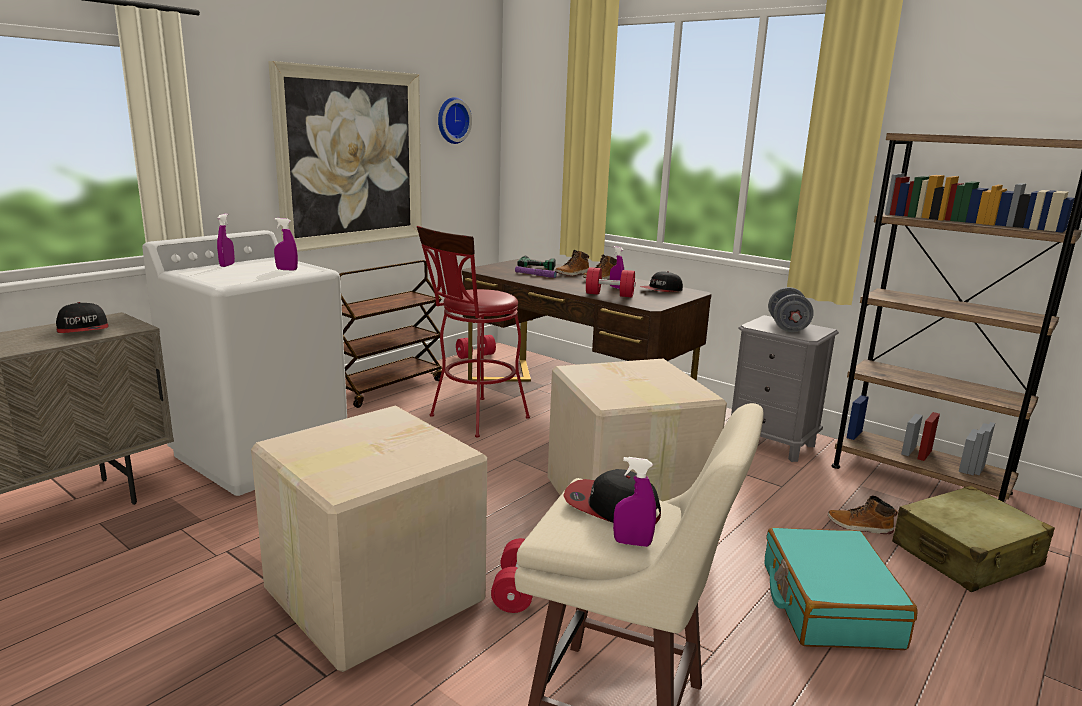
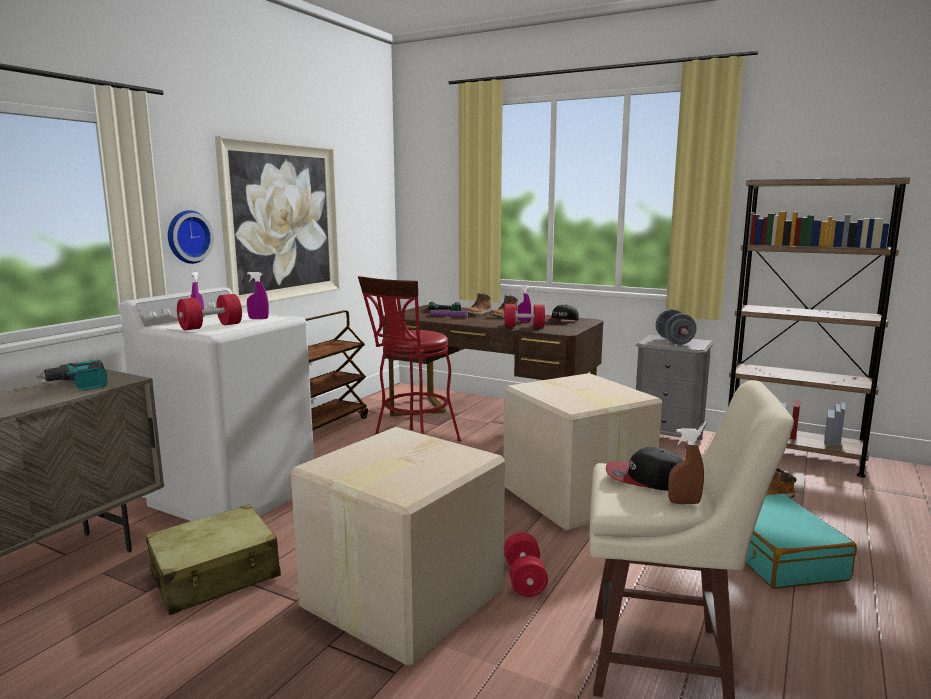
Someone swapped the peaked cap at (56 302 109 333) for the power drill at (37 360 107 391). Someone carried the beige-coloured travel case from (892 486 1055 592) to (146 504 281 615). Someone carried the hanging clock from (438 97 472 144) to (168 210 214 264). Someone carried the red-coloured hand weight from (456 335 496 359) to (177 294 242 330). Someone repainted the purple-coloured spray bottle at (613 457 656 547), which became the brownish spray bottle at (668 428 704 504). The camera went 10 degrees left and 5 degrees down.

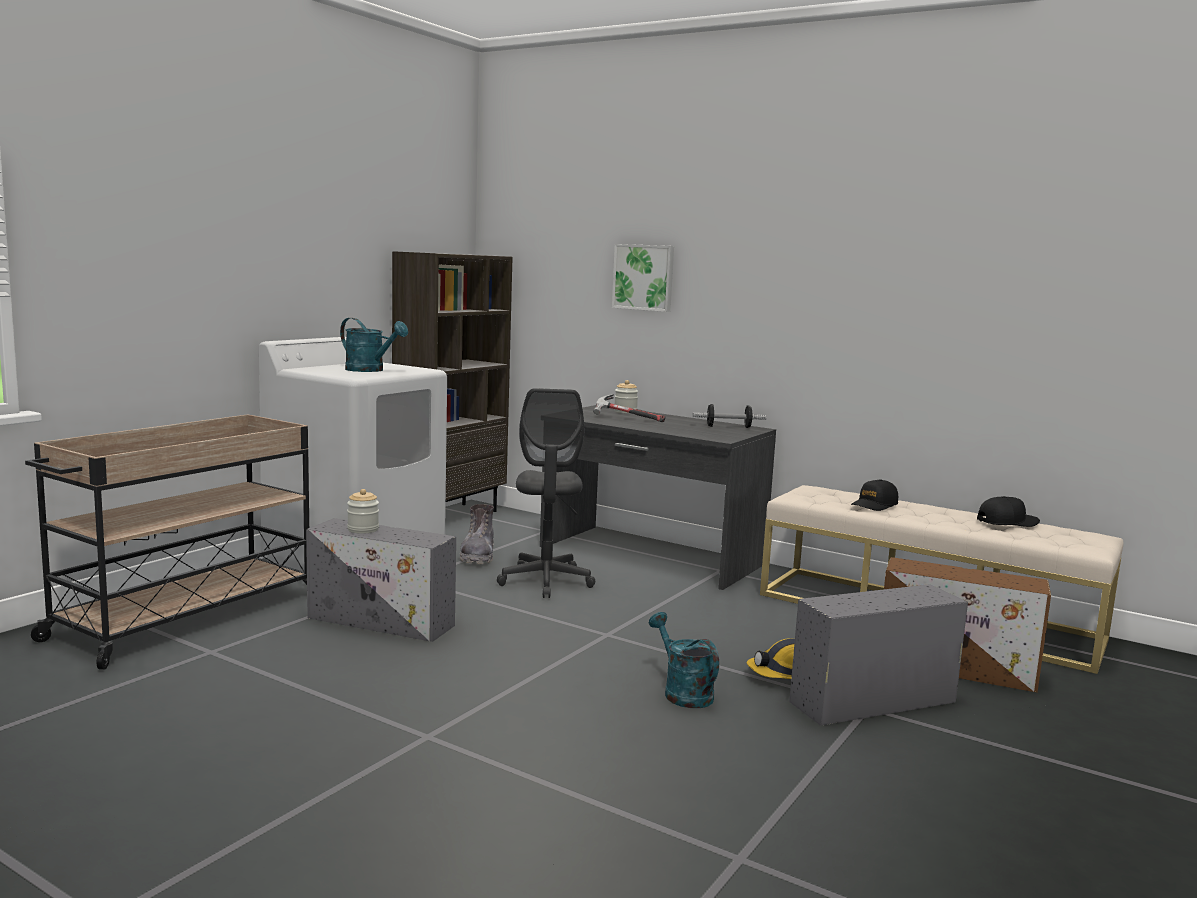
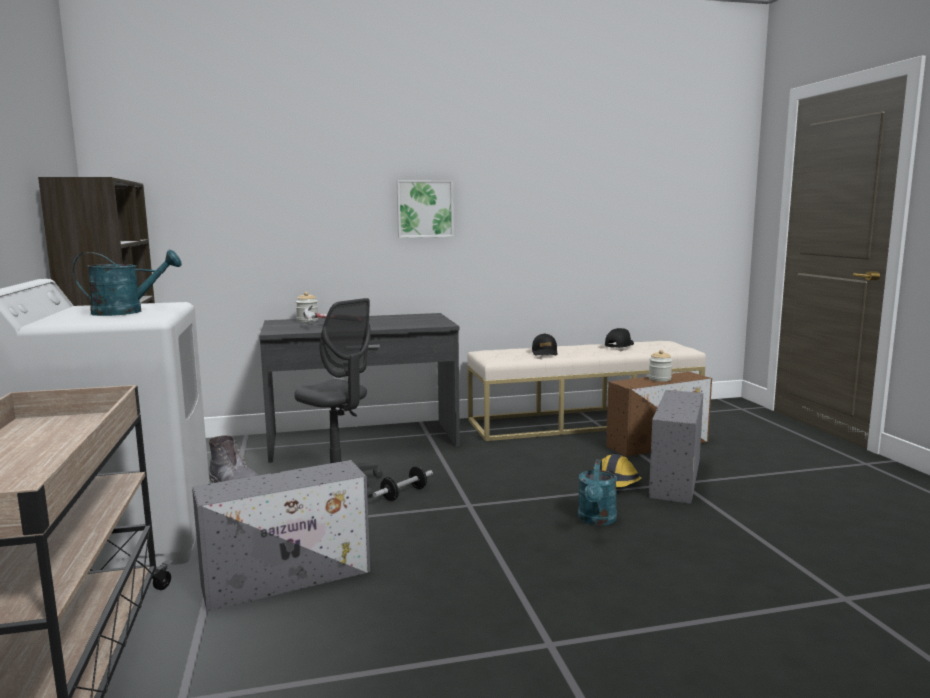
Someone carried the hand weight from (692 404 767 428) to (373 466 433 501). Someone carried the wall art from (612 244 674 312) to (396 180 454 238). Someone rotated the turquoise watering pot at (649 612 719 708) by 90 degrees counterclockwise. Someone carried the storage jar from (347 489 379 534) to (649 350 672 382). The camera went 45 degrees left and 0 degrees up.

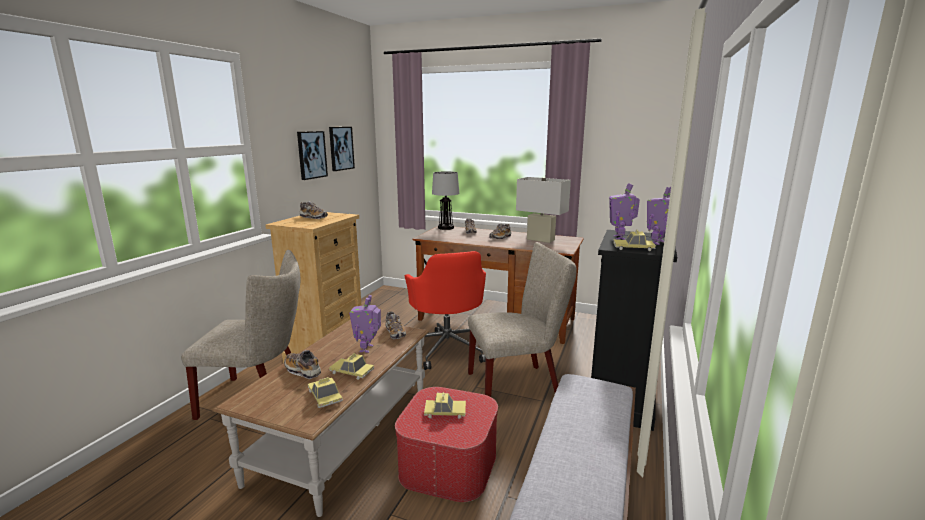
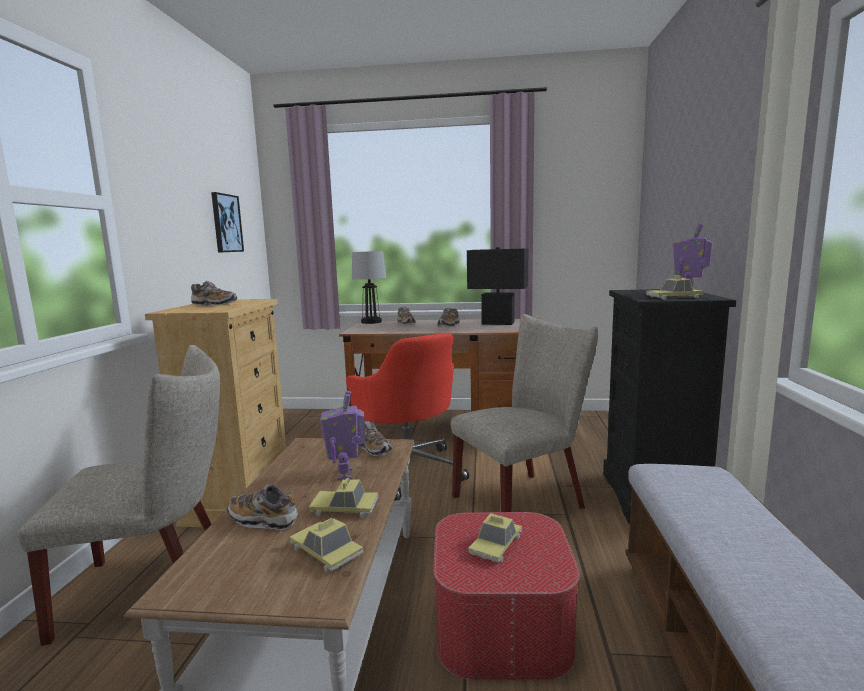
Someone repainted the white tabletop lamp at (516 177 571 243), which became the blackish tabletop lamp at (467 247 528 325). Someone rotated the model car at (424 392 466 419) by 135 degrees clockwise. Someone took away the wall art at (297 131 328 180). Someone took away the toy robot at (609 183 640 240). The camera went 15 degrees left and 5 degrees down.

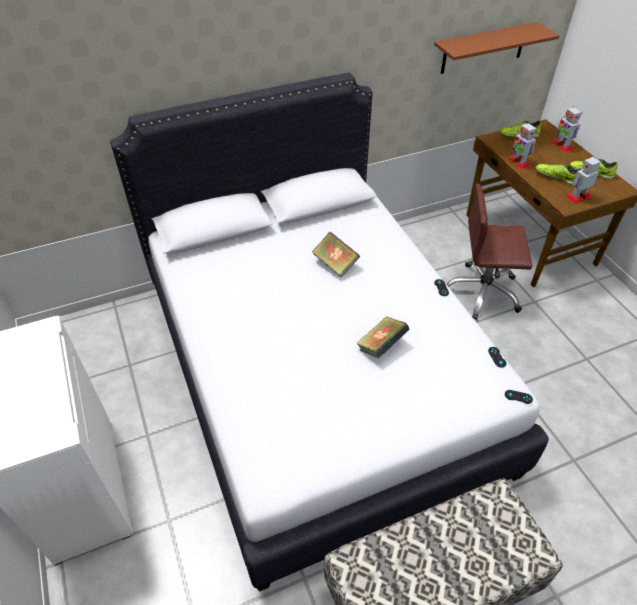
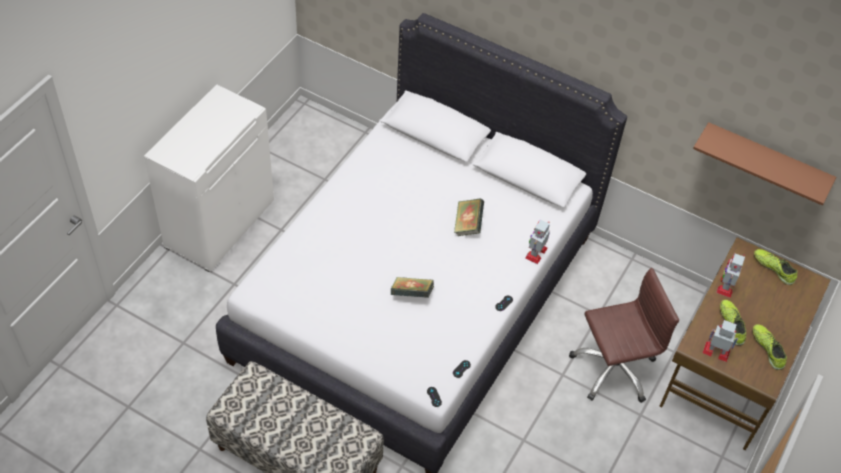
Someone carried the toy robot from (552 106 583 153) to (525 220 550 264). Someone rotated the brownish office chair at (447 183 532 320) by 105 degrees clockwise. The camera went 50 degrees right and 5 degrees up.

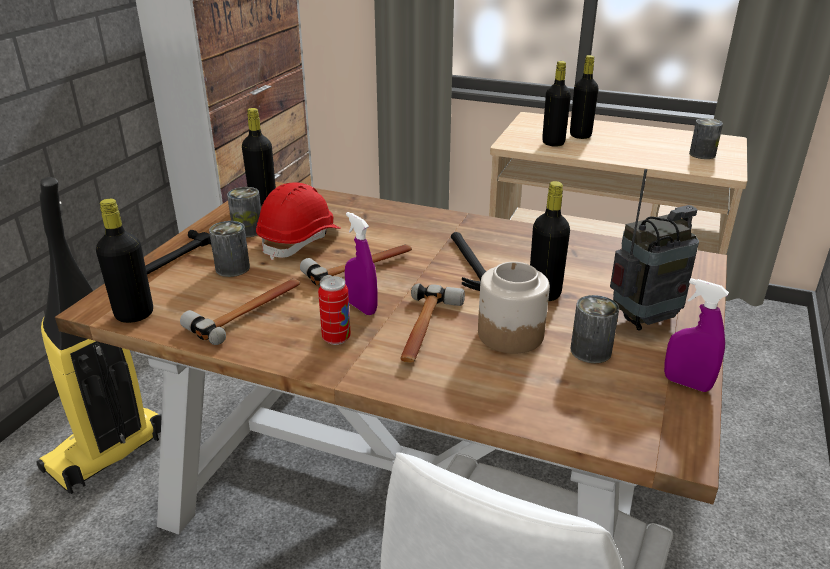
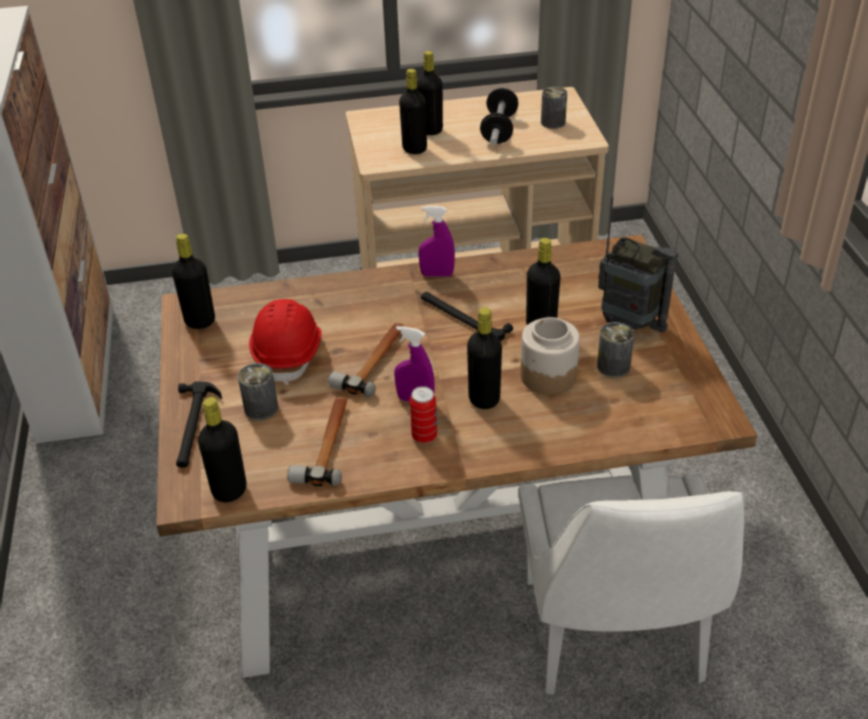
Someone carried the purple-coloured spray bottle from (664 278 729 392) to (418 206 455 277). Someone swapped the tool hammer at (400 284 465 363) for the blackish bottle at (467 307 502 409). Someone put down the hand weight at (480 88 519 145). Someone rotated the radio at (610 169 699 331) by 90 degrees clockwise. Someone took away the vacuum cleaner at (36 177 162 494). Someone took away the metal can at (227 187 261 238). The camera went 30 degrees left and 10 degrees up.

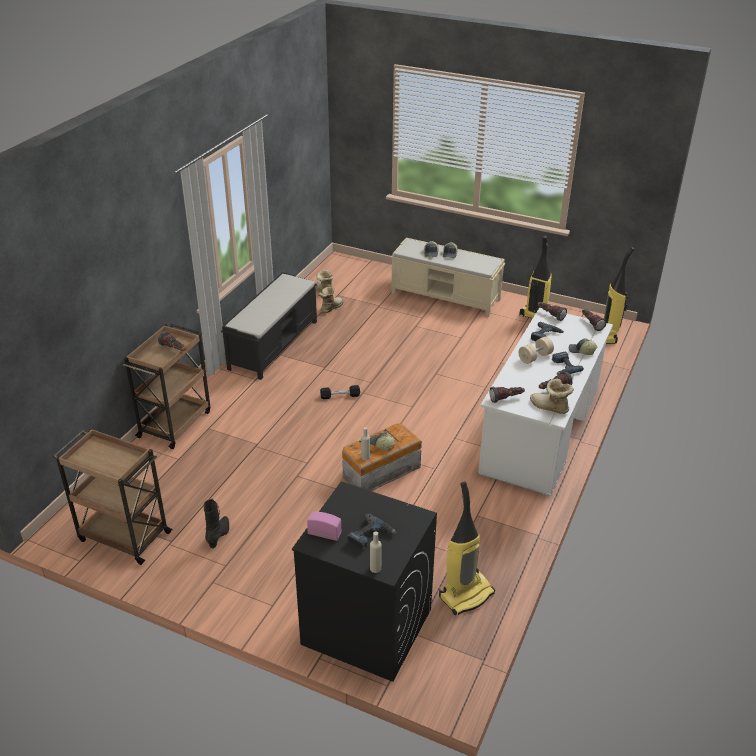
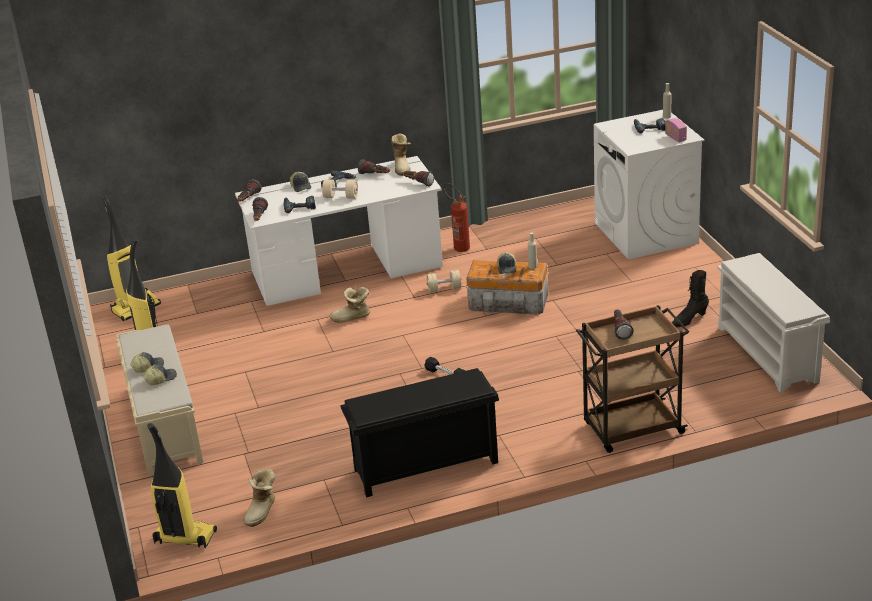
Someone carried the vacuum cleaner from (439 481 495 615) to (147 423 217 548). Someone carried the boot from (318 287 343 313) to (329 287 370 322). Someone swapped the blackish indoor bench at (221 272 317 380) for the blackish shoe stand at (340 368 499 497). Someone put down the beige-coloured hand weight at (427 270 461 292). Someone put down the fire extinguisher at (443 183 470 252). Someone repainted the blackish laundry machine at (292 481 437 682), which became the white laundry machine at (594 110 705 259). Someone swapped the brownish trolley at (53 428 173 565) for the white shoe stand at (717 253 830 393). The camera went 130 degrees left and 5 degrees down.

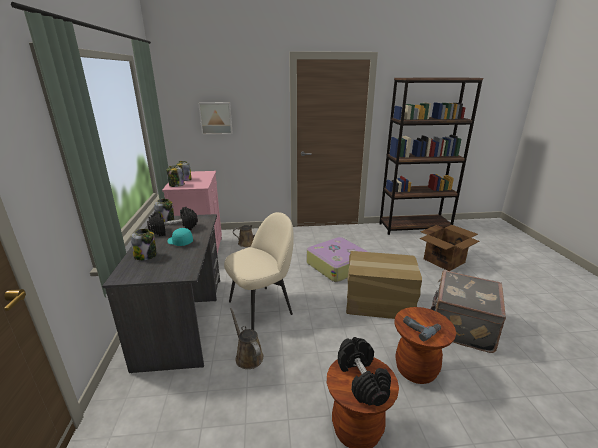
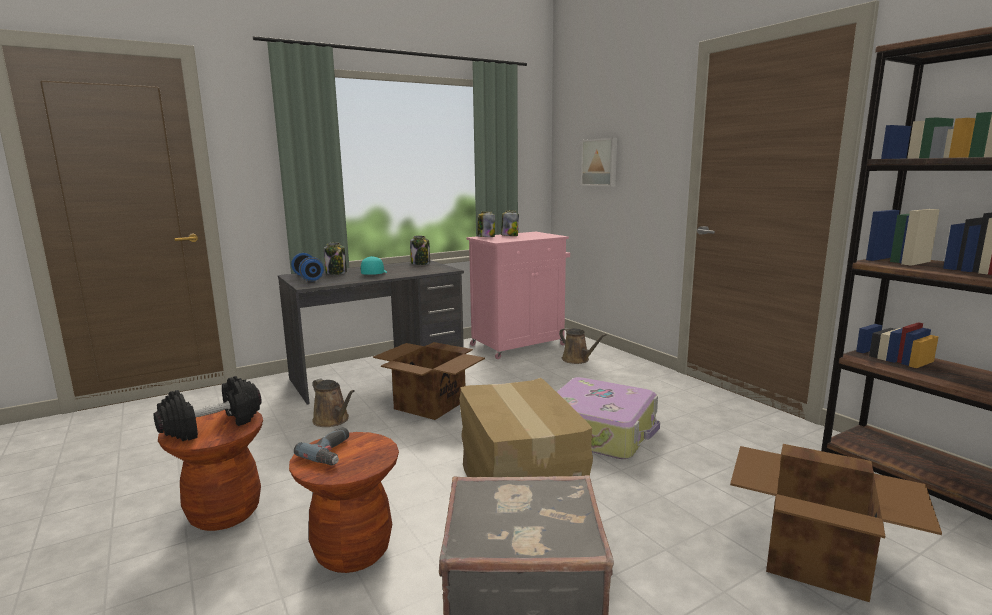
Someone put down the blue-coloured hand weight at (291 253 324 281). Someone rotated the brownish watering pot at (230 308 263 369) by 105 degrees clockwise. Someone swapped the beige-coloured chair at (224 212 294 330) for the cardboard box at (373 342 485 420). Someone took away the blackish hand weight at (147 207 198 236). The camera went 65 degrees right and 10 degrees down.

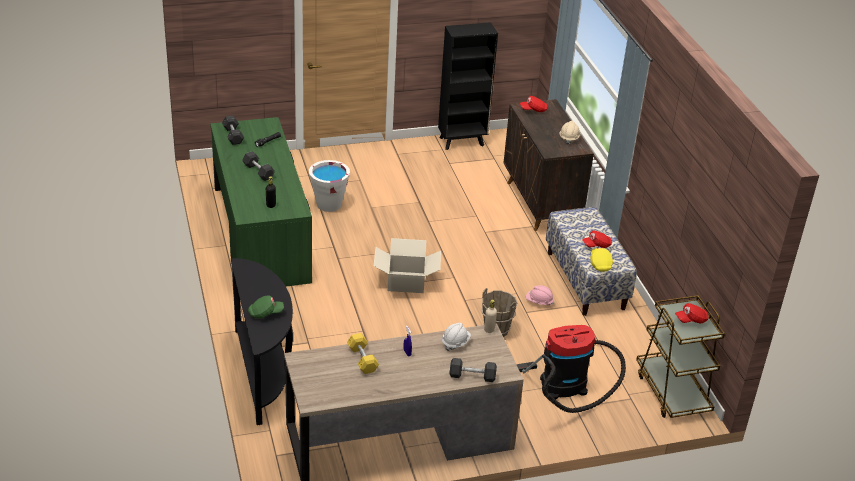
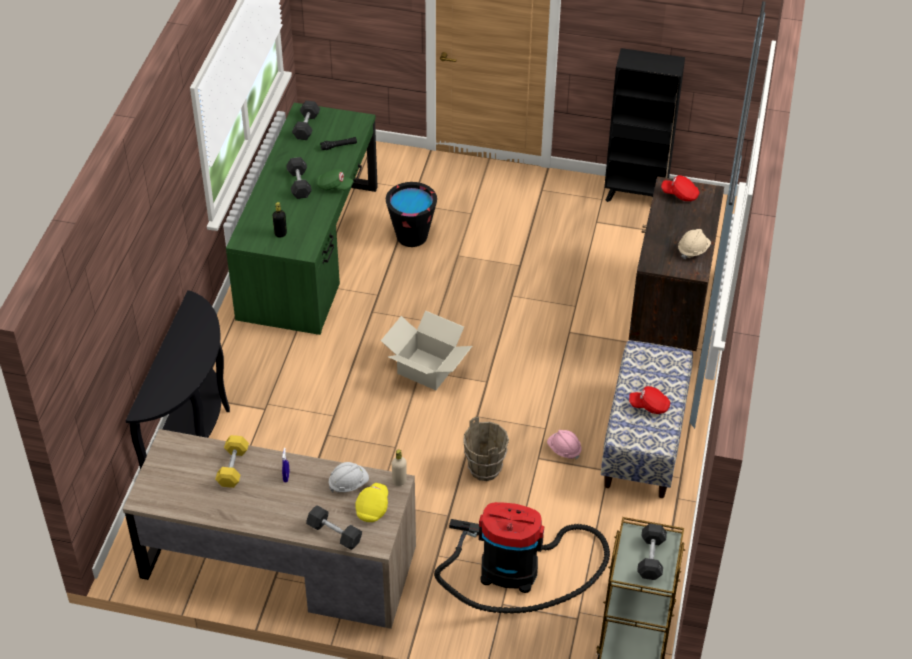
Someone carried the greenish peaked cap from (248 295 284 319) to (316 169 353 190). Someone carried the yellowish peaked cap from (590 248 613 272) to (355 483 388 522). Someone repainted the white pail at (309 160 350 212), which became the blackish pail at (386 182 437 247). Someone swapped the red-coloured peaked cap at (675 303 708 323) for the gray hand weight at (637 524 667 580). The camera went 30 degrees right and 10 degrees up.

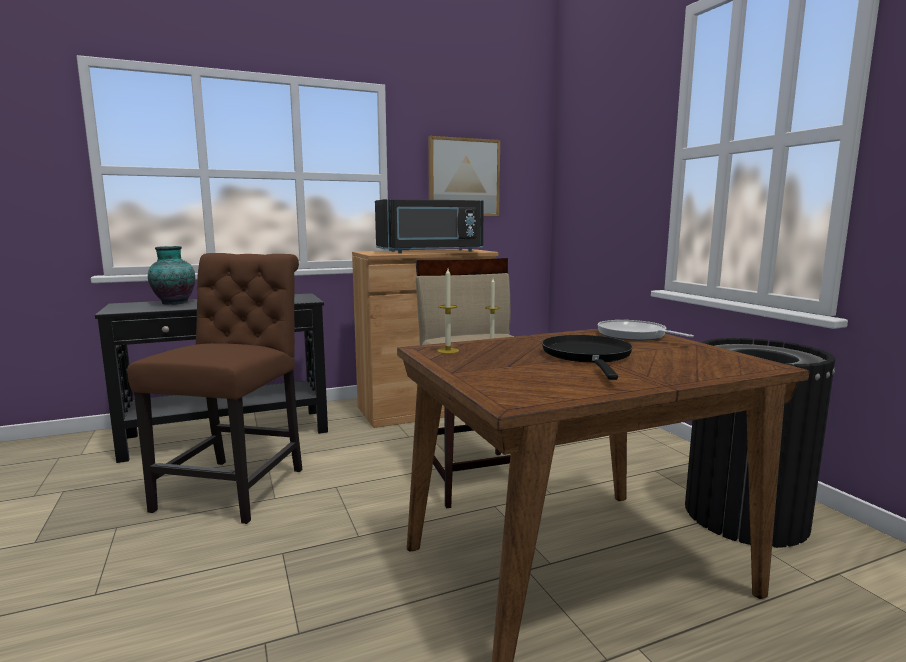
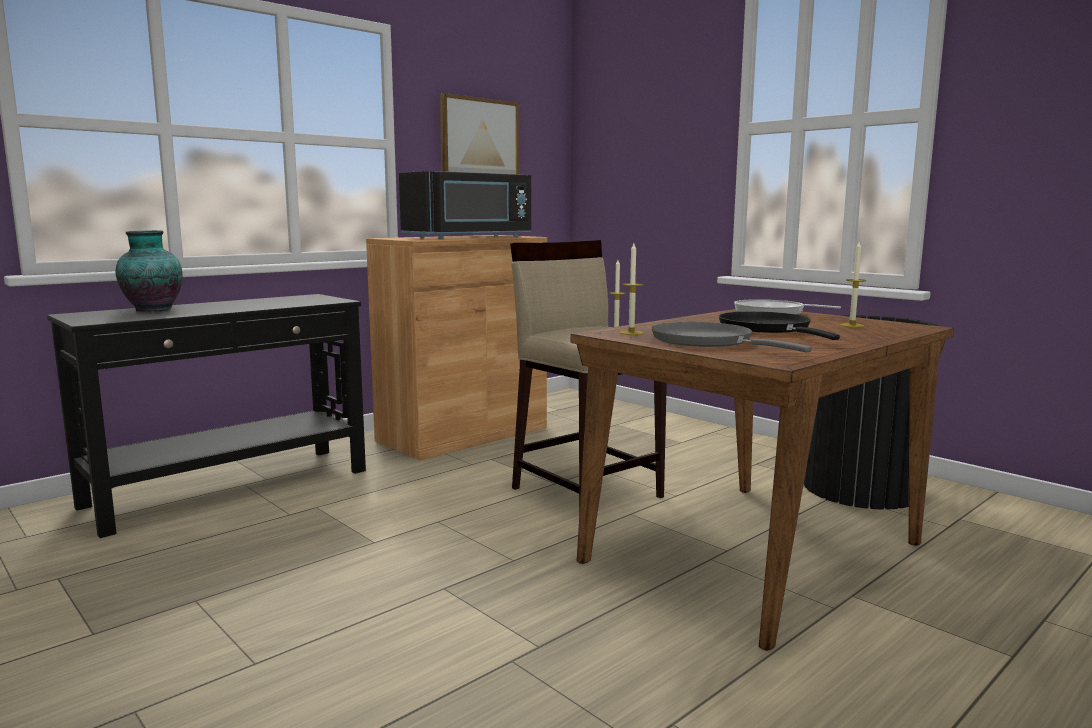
Someone put down the gray pan at (652 322 812 353). Someone put down the wax light at (840 240 866 327). Someone took away the brownish chair at (127 253 302 524). The camera went 20 degrees left and 0 degrees up.

